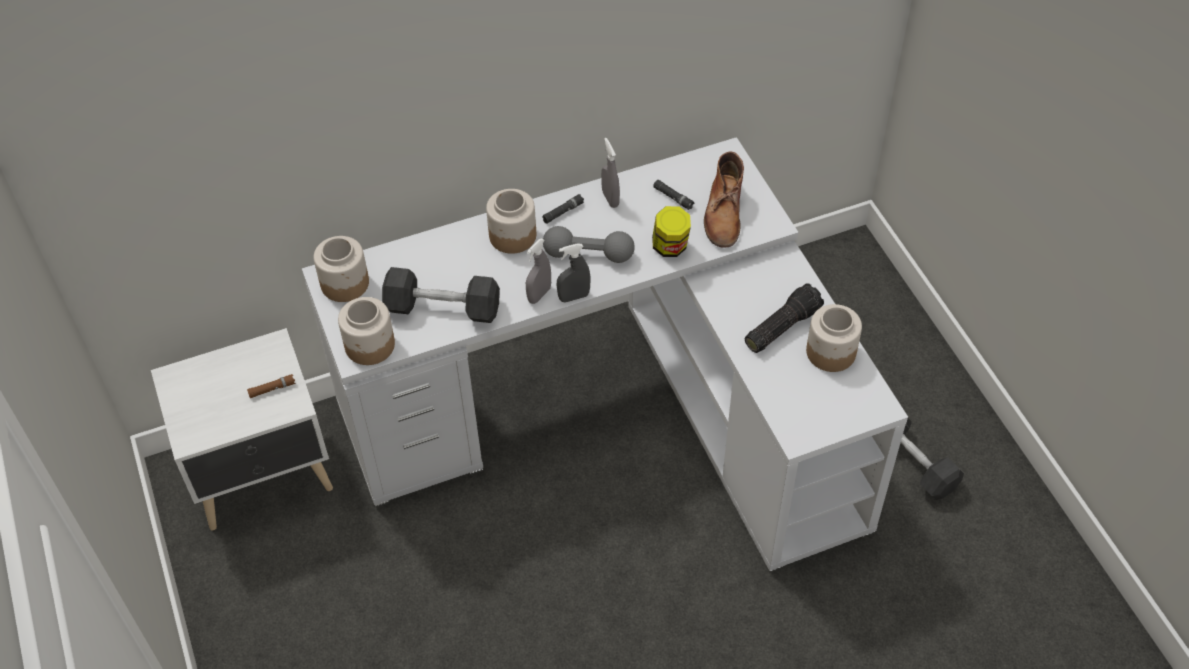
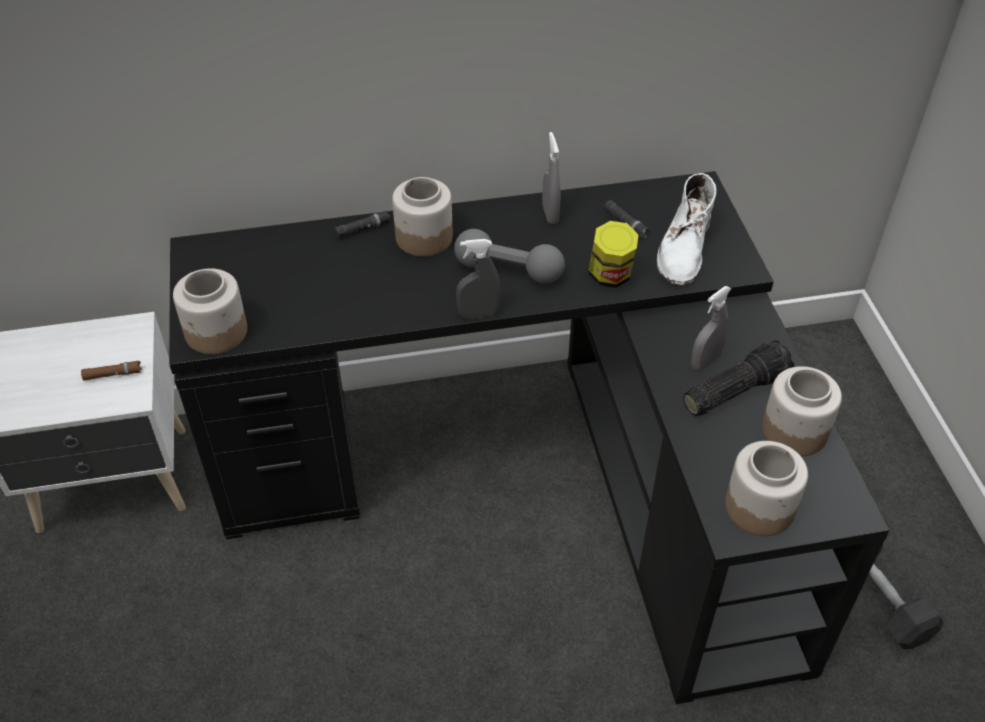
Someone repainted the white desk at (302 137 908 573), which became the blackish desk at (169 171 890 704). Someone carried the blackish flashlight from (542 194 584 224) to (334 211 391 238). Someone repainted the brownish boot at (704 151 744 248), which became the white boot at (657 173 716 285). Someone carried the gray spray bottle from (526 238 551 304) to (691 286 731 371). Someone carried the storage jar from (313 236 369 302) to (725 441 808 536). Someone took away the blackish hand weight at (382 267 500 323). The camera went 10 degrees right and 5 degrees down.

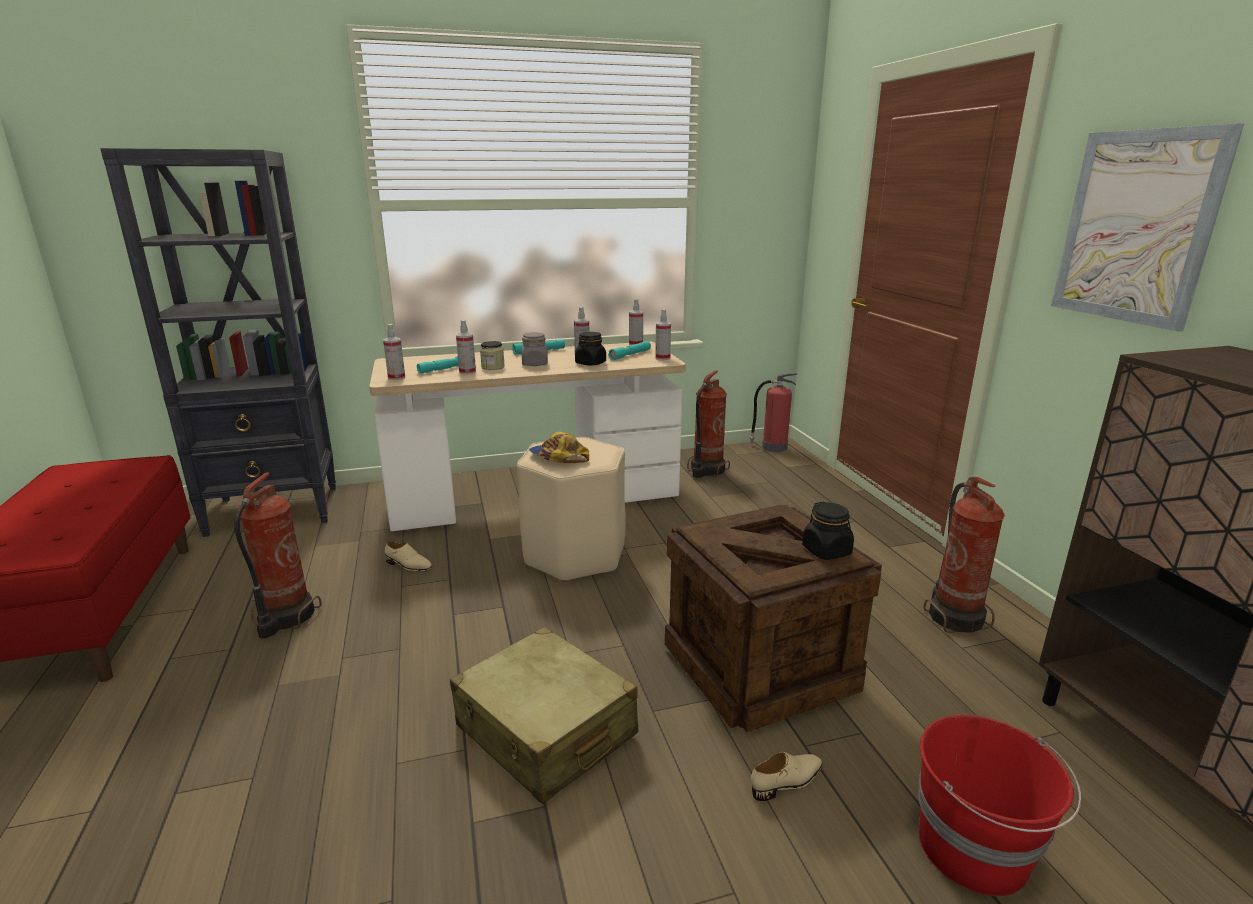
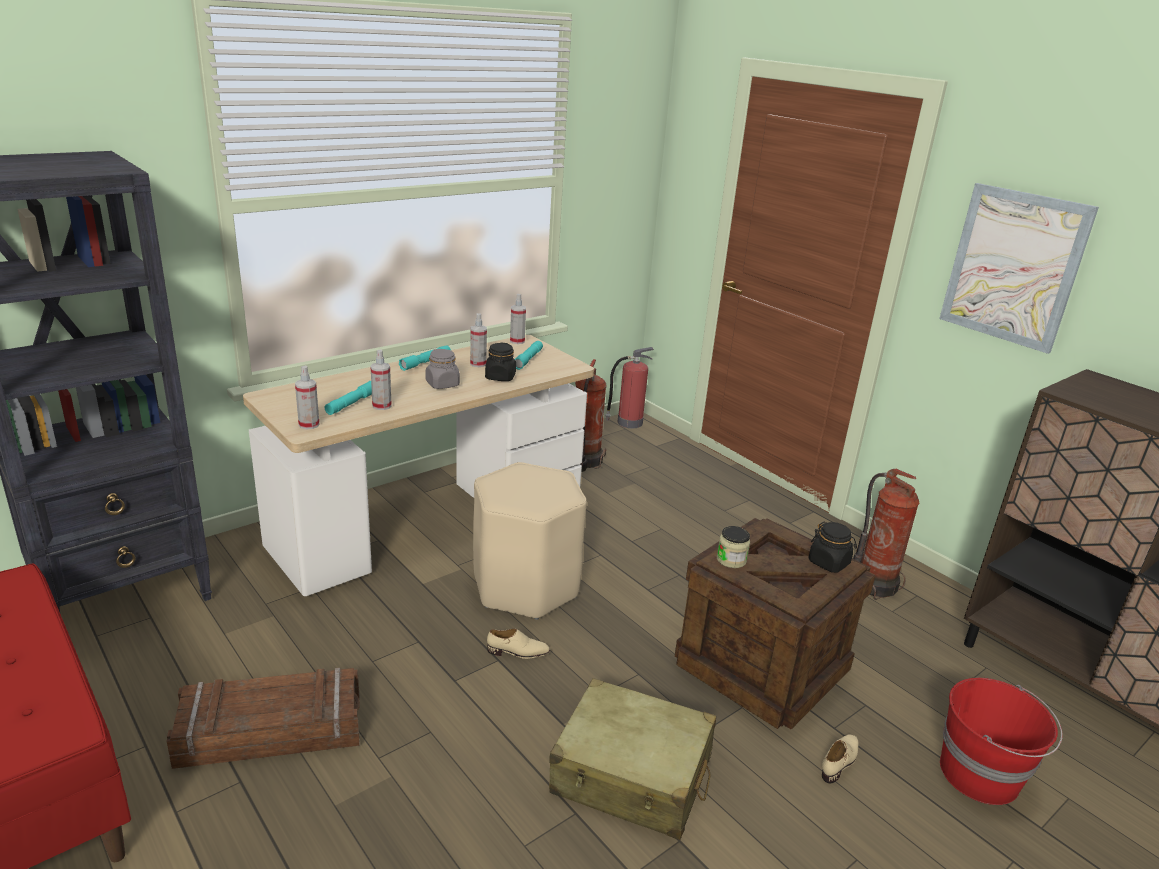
Someone swapped the fire extinguisher at (234 472 322 638) for the shipping crate at (167 668 360 769). Someone carried the beige-coloured low shoe from (385 541 432 571) to (487 629 550 659). Someone carried the storage jar from (480 341 505 370) to (717 526 750 568). Someone took away the peaked cap at (529 432 589 463). Someone took away the spray bottle at (655 309 671 360). The camera went 25 degrees left and 5 degrees up.

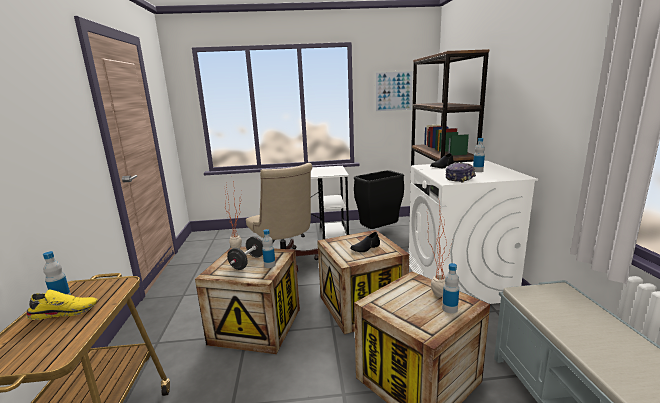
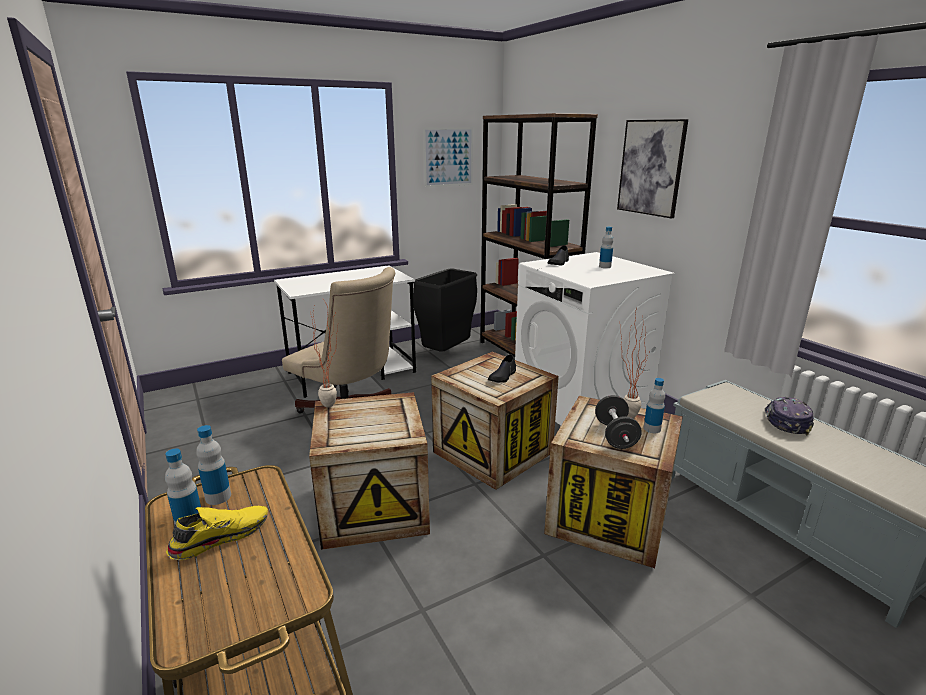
Someone carried the bottle from (262 229 276 268) to (196 425 231 505). Someone carried the blackish hand weight from (227 237 263 270) to (595 395 642 449). Someone put up the wall art at (617 119 688 218). Someone carried the peaked cap from (445 162 476 183) to (765 397 814 435). The camera went 25 degrees left and 5 degrees up.

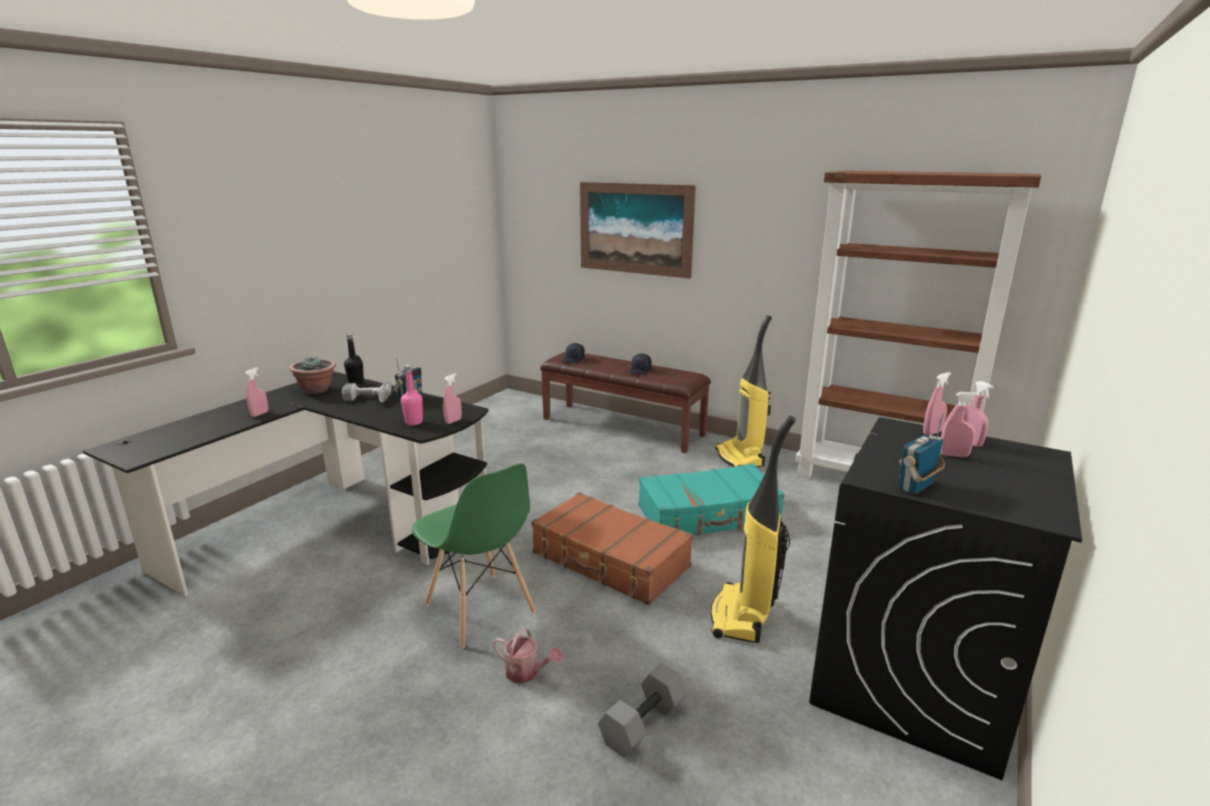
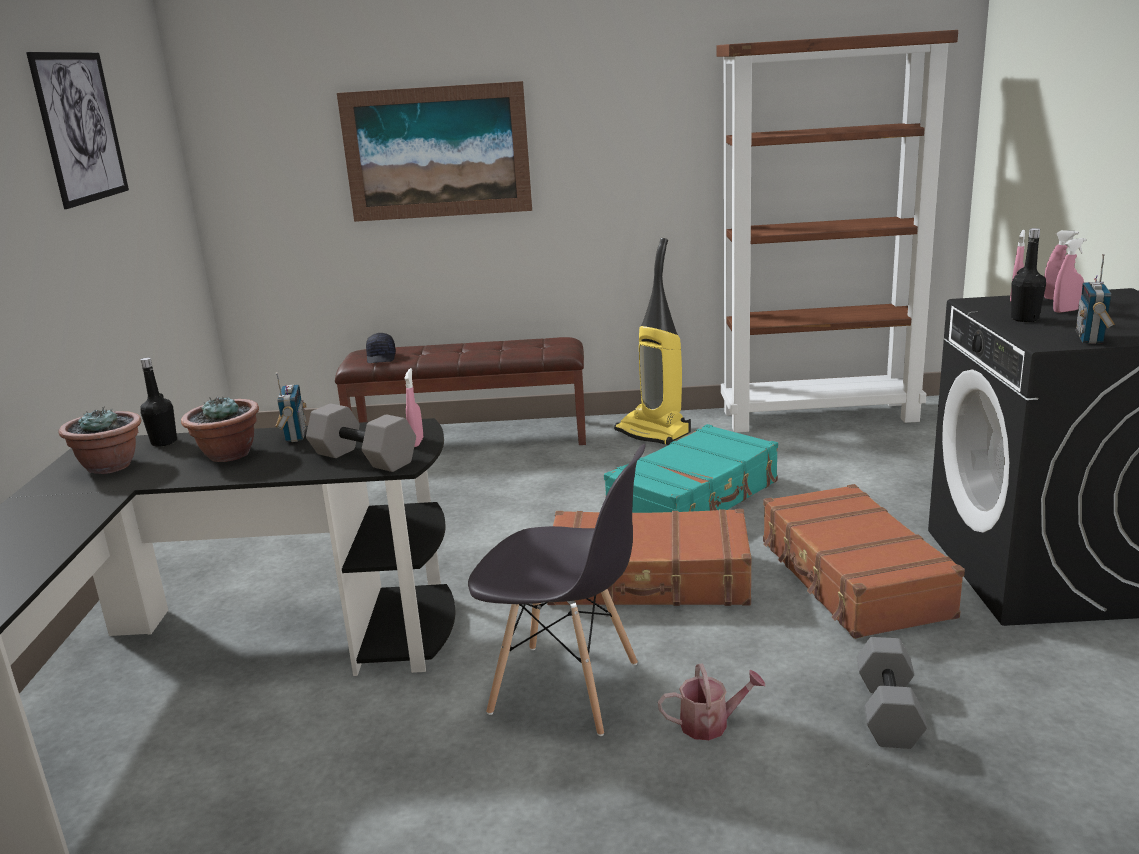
Someone put up the wall art at (26 52 129 209). Someone swapped the power drill at (342 382 392 402) for the plant in a pot at (181 396 259 462). Someone swapped the pink bottle at (401 365 423 425) for the gray hand weight at (306 403 416 472). Someone repainted the greenish chair at (412 463 536 648), which became the gray chair at (468 444 646 736). Someone swapped the vacuum cleaner at (710 416 796 643) for the brownish travel case at (763 484 965 639). Someone put down the blackish bottle at (1011 228 1046 322). Someone took away the pink spray bottle at (245 367 268 417). Someone took away the blackish peaked cap at (628 353 652 375). The camera went 30 degrees left and 0 degrees up.

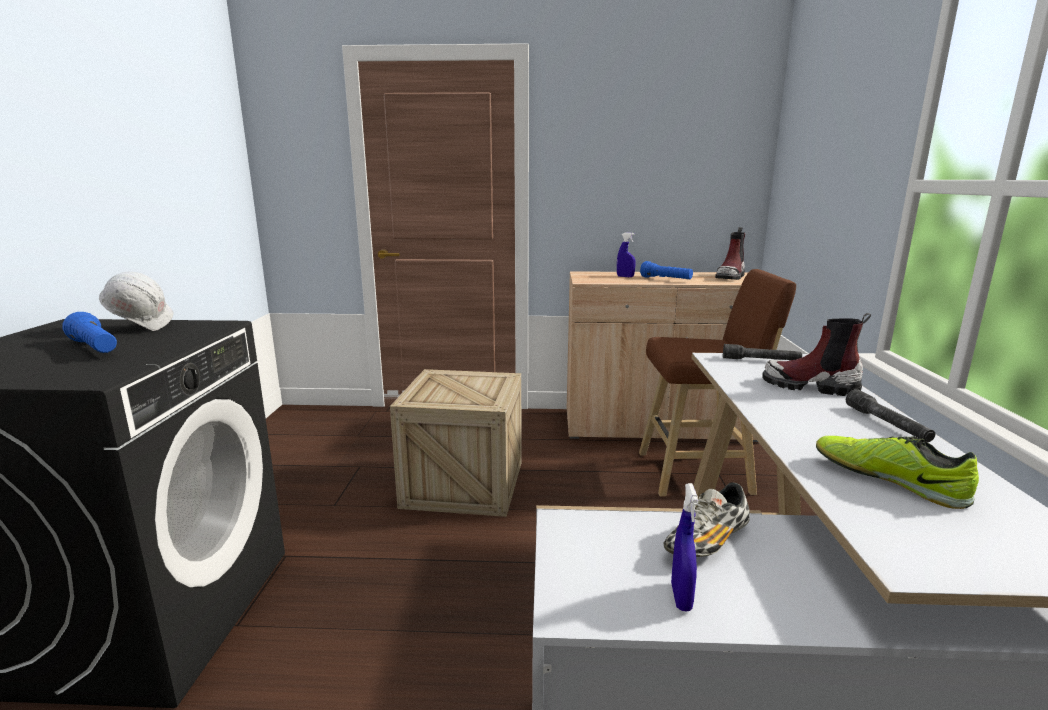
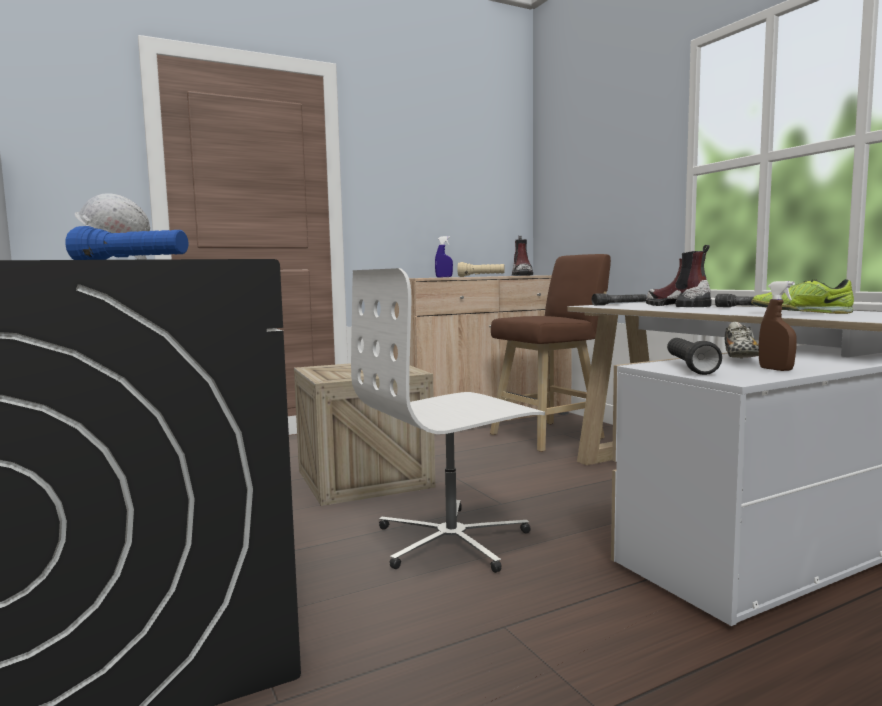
Someone put down the white office chair at (351 268 545 573). Someone repainted the blue-coloured flashlight at (640 261 693 279), which became the beige-coloured flashlight at (457 262 505 277). Someone rotated the boot at (762 313 871 396) by 60 degrees clockwise. Someone put down the blackish flashlight at (667 338 722 375). Someone repainted the blue-coloured spray bottle at (671 483 698 612), which became the brownish spray bottle at (759 281 797 371). The camera went 30 degrees left and 10 degrees down.

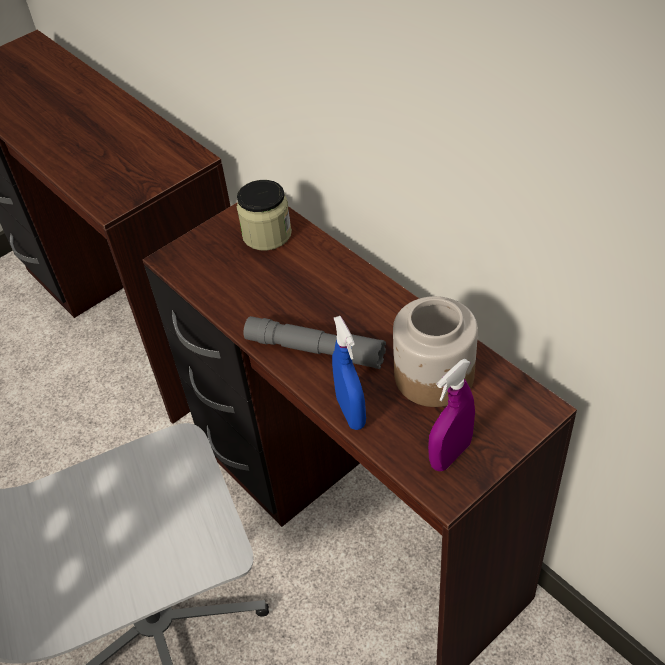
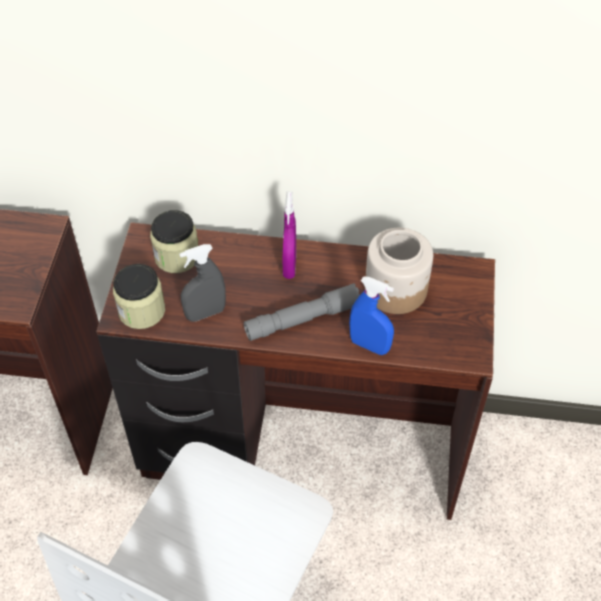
Someone put down the storage jar at (113 264 165 329). Someone put down the gray spray bottle at (179 244 226 322). Someone carried the purple-coloured spray bottle from (428 359 475 471) to (283 191 296 279). The camera went 45 degrees left and 5 degrees up.

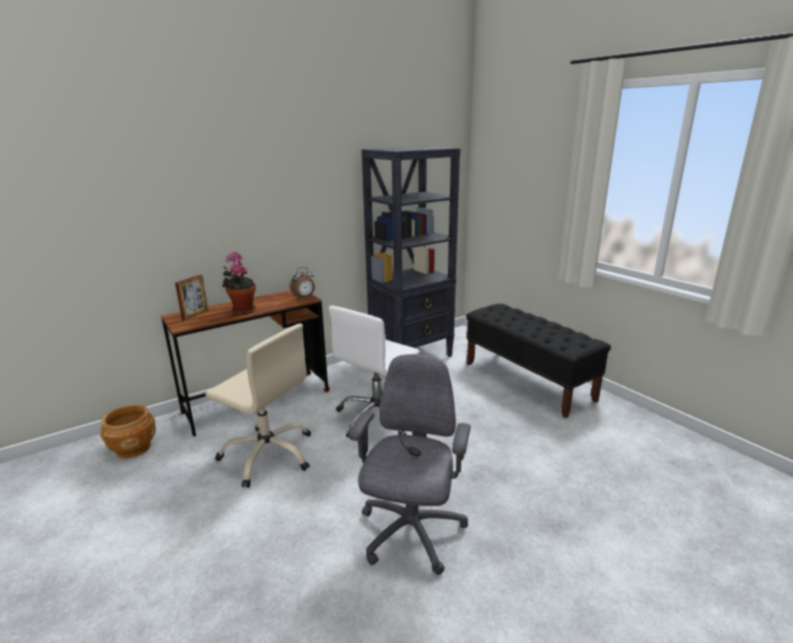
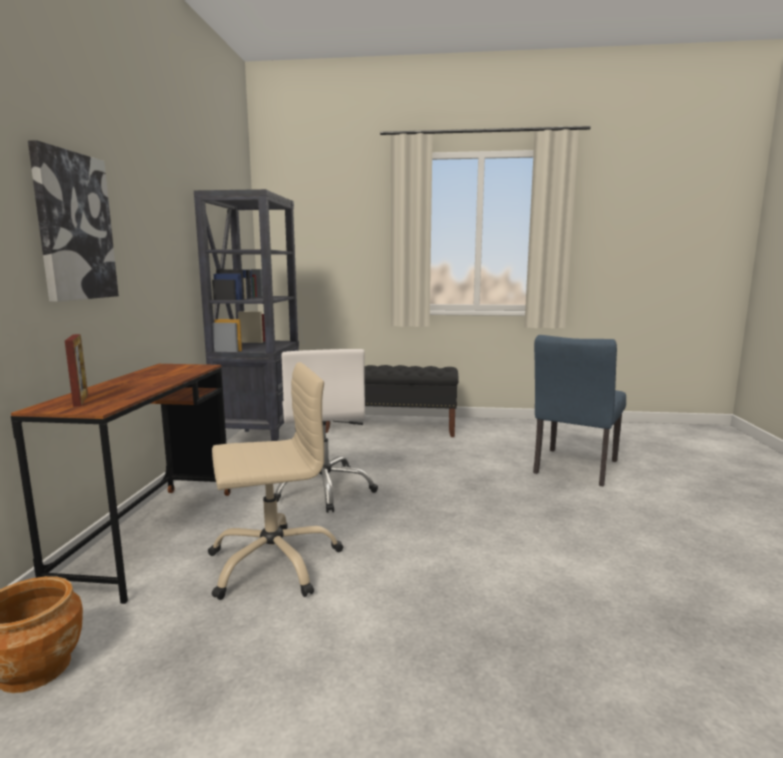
Someone put up the wall art at (28 140 119 302). Someone put down the blue-coloured chair at (533 335 626 486). Someone took away the plant in a pot at (222 252 256 314). Someone took away the table clock at (290 267 315 298). Someone took away the gray office chair at (349 354 471 575). The camera went 50 degrees left and 10 degrees down.

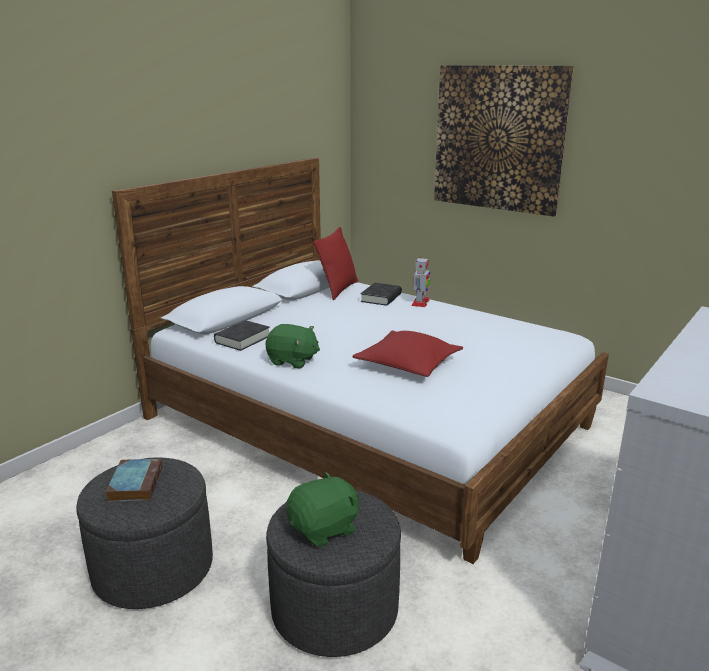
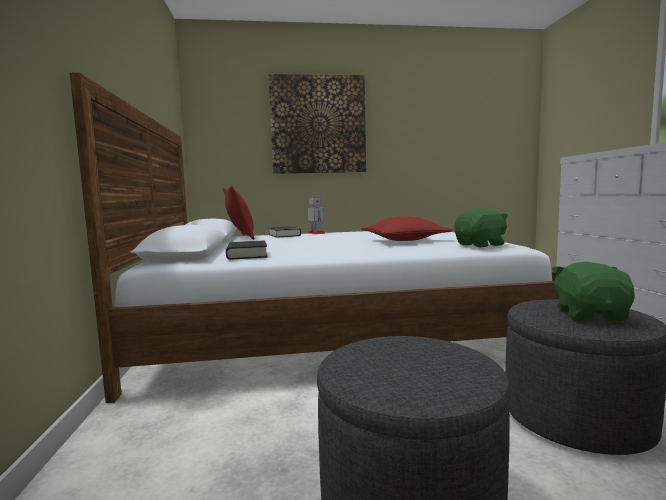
Someone carried the greenish cuddly toy from (265 324 320 368) to (454 209 508 247). Someone took away the bound book at (106 459 162 502). The camera went 45 degrees left and 15 degrees down.

